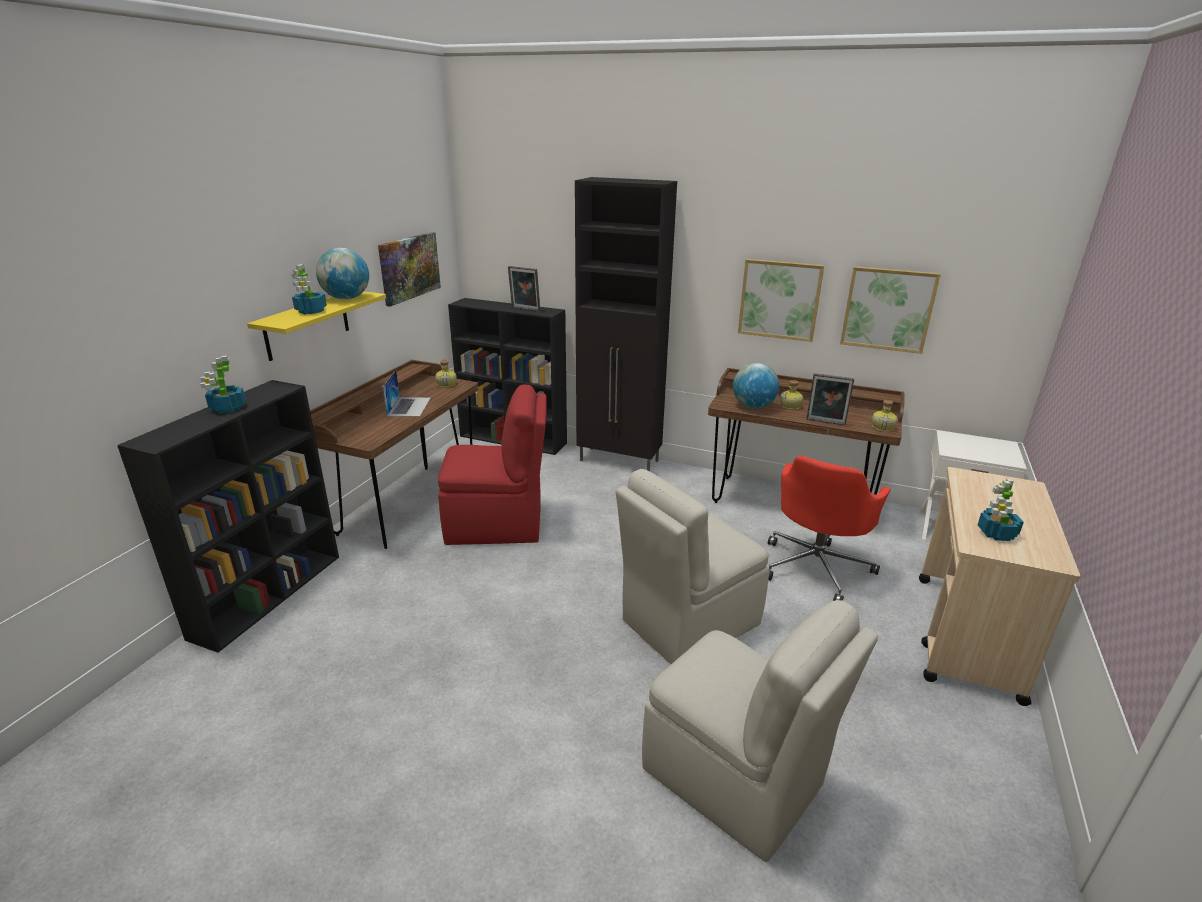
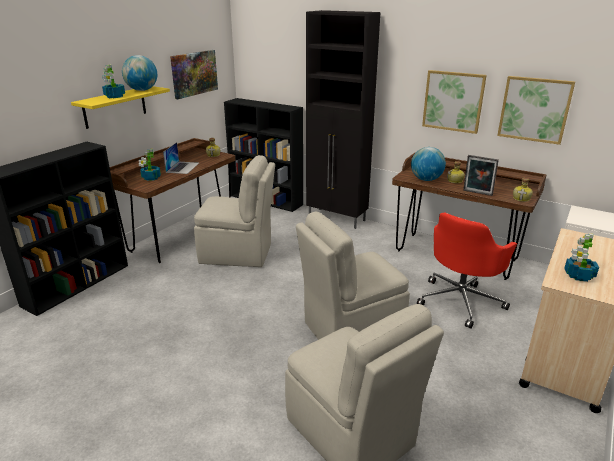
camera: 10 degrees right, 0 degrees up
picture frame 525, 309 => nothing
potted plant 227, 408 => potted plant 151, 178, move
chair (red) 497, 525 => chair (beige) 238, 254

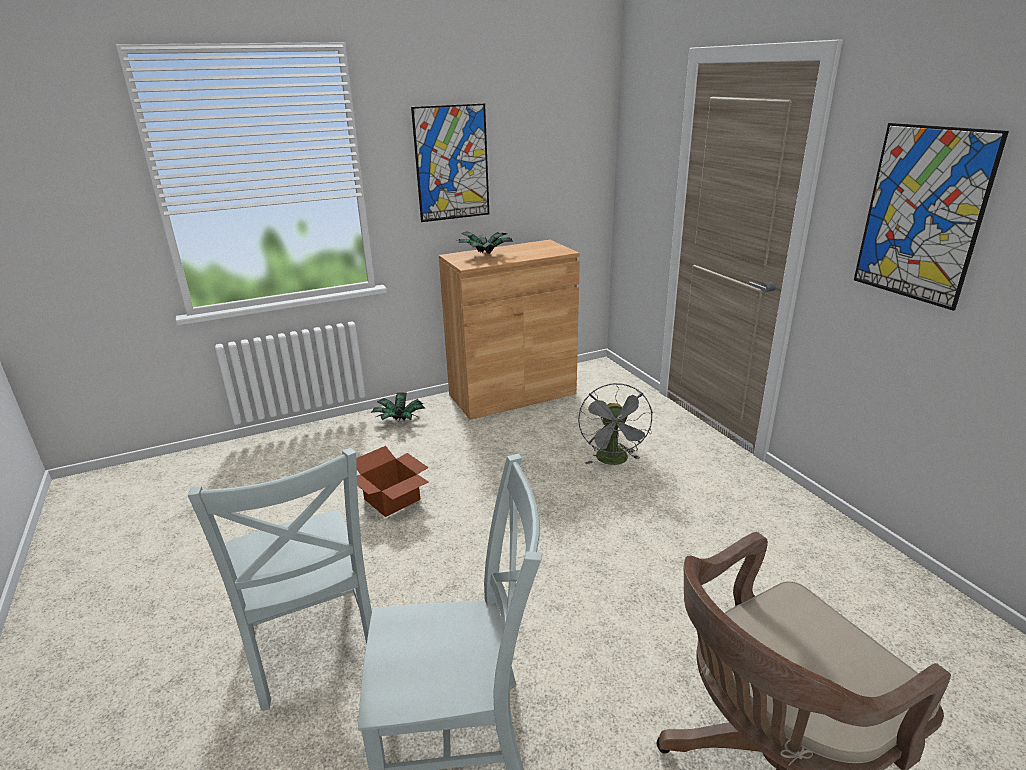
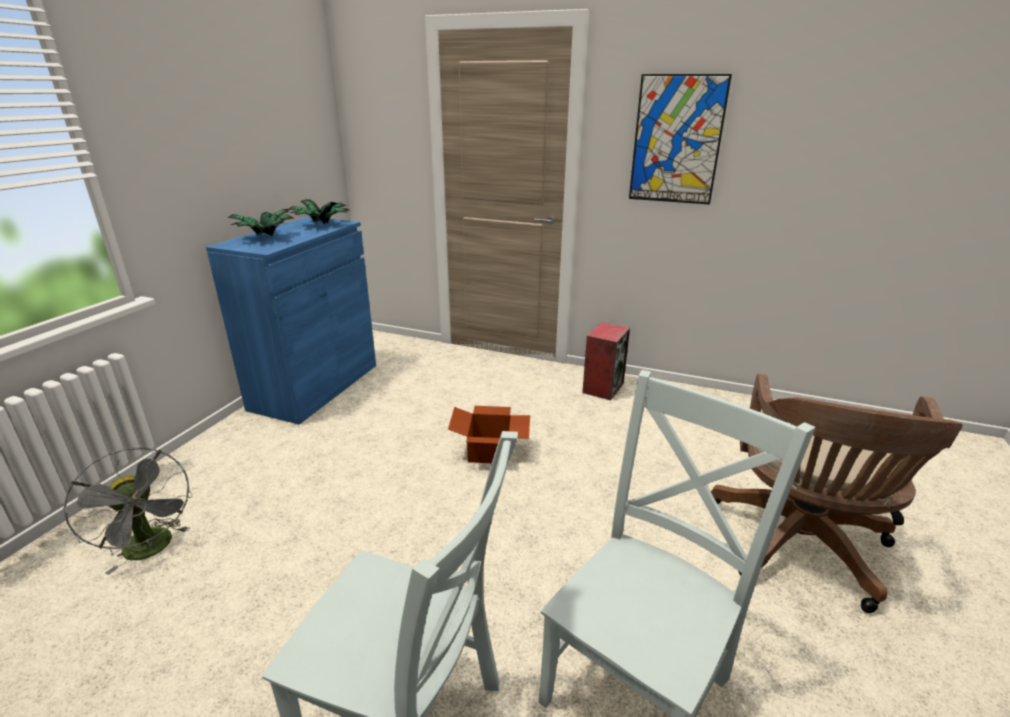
camera: 45 degrees left, 0 degrees up
picture 452, 163 => nothing
nothing => speaker 602, 387
cardboard box 392, 500 => cardboard box 491, 451, move
potted plant 399, 420 => potted plant 320, 224, move
fan (grey) 614, 461 => fan (grey) 153, 549, move
cabinet (brown) 512, 394 => cabinet (blue) 315, 386

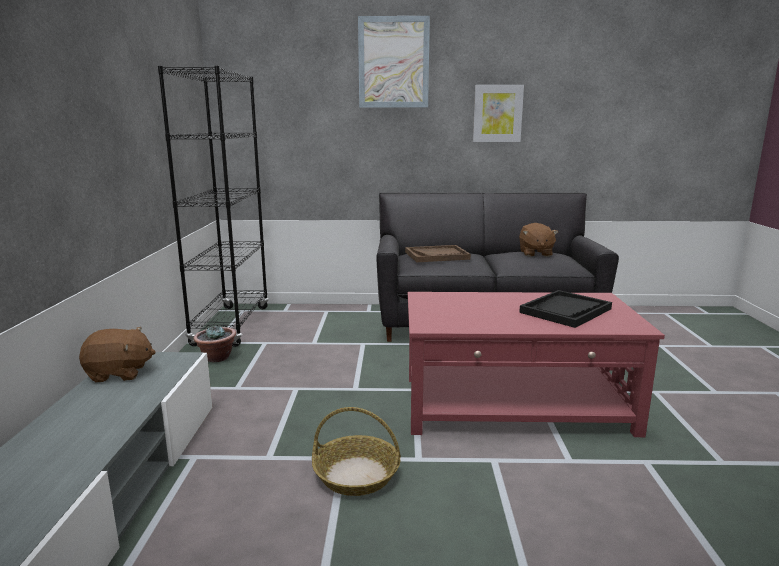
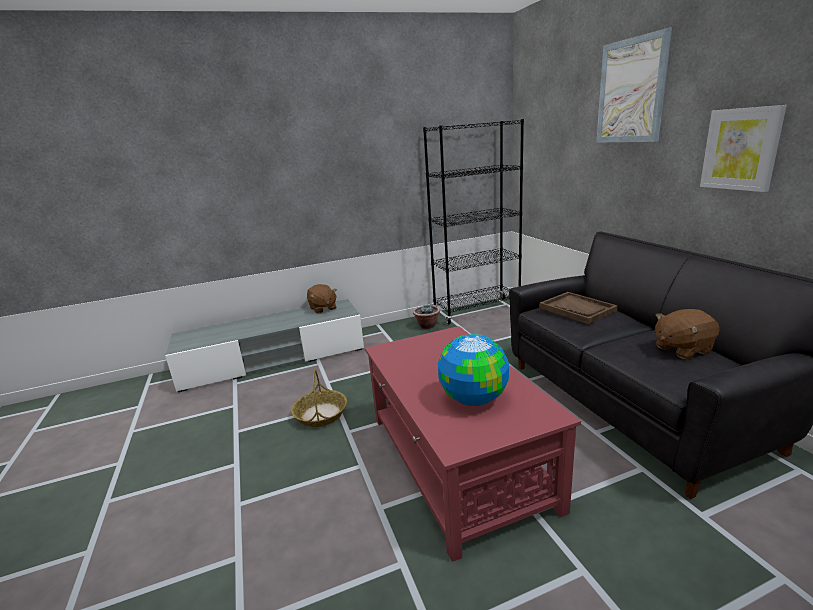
camera: 70 degrees right, 5 degrees up
tray (black) 565, 311 => globe 473, 399

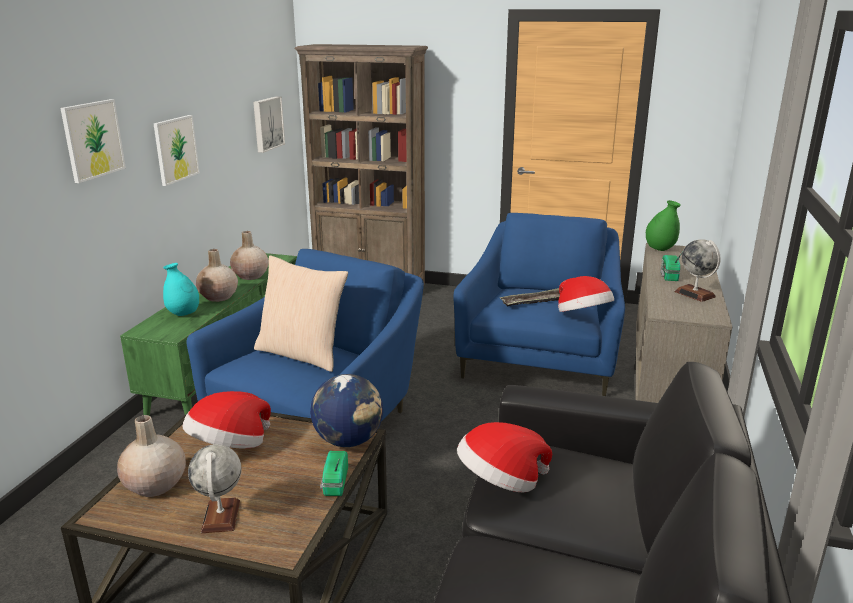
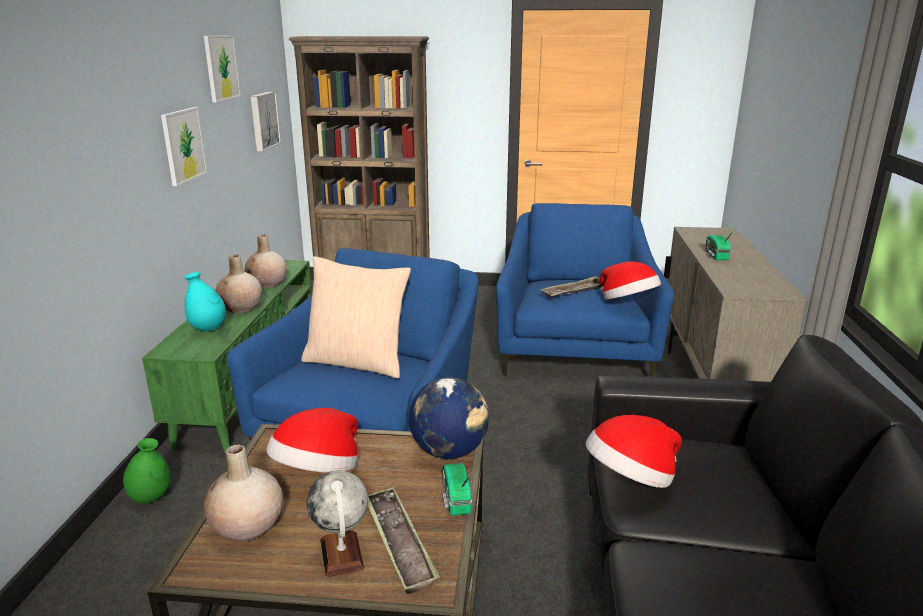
camera: 10 degrees left, 0 degrees up
globe 695, 294 => nothing
nothing => tray 399, 543
picture 93, 140 => picture 221, 67, move
vase (green) 660, 249 => vase (green) 151, 497, move

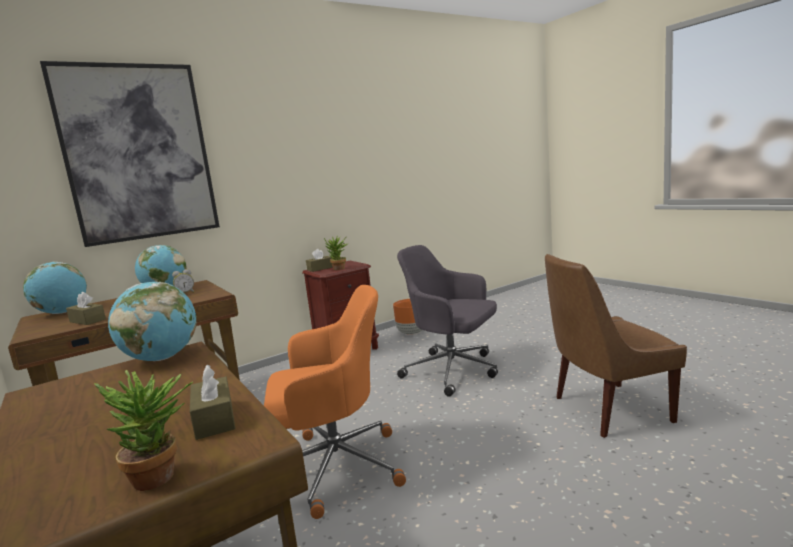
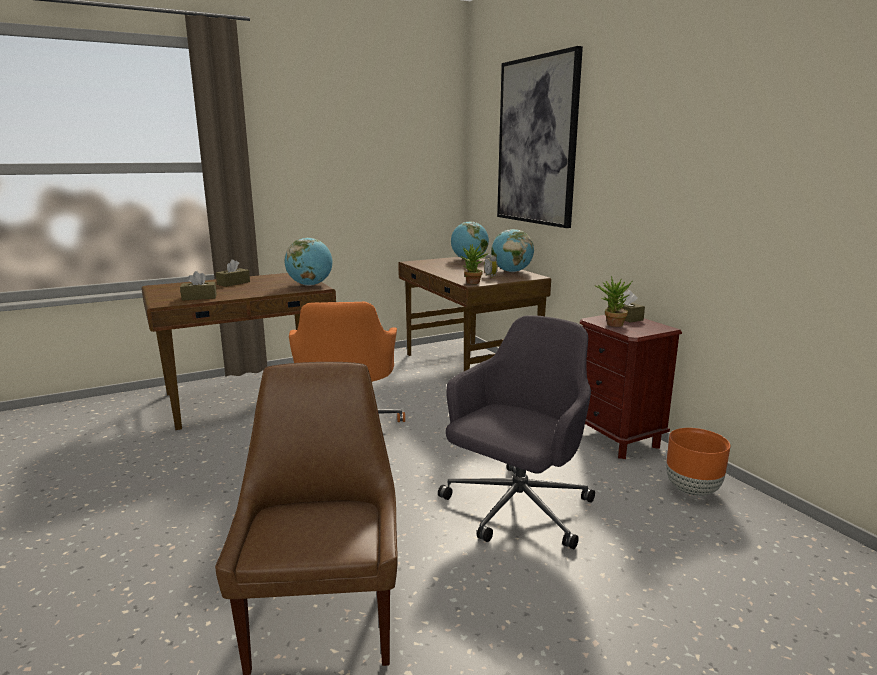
camera: 95 degrees right, 5 degrees up
tissue box (brown) 87, 320 => tissue box (brown) 233, 283, move
potted plant 162, 477 => potted plant 473, 283, move

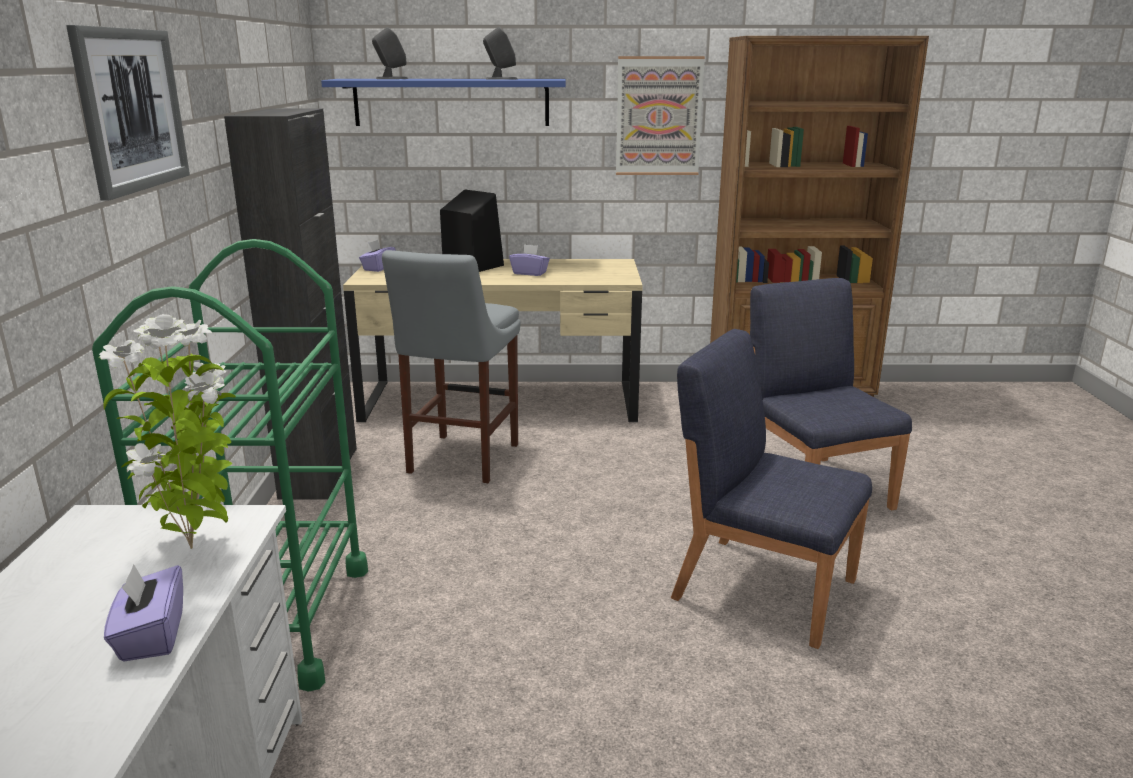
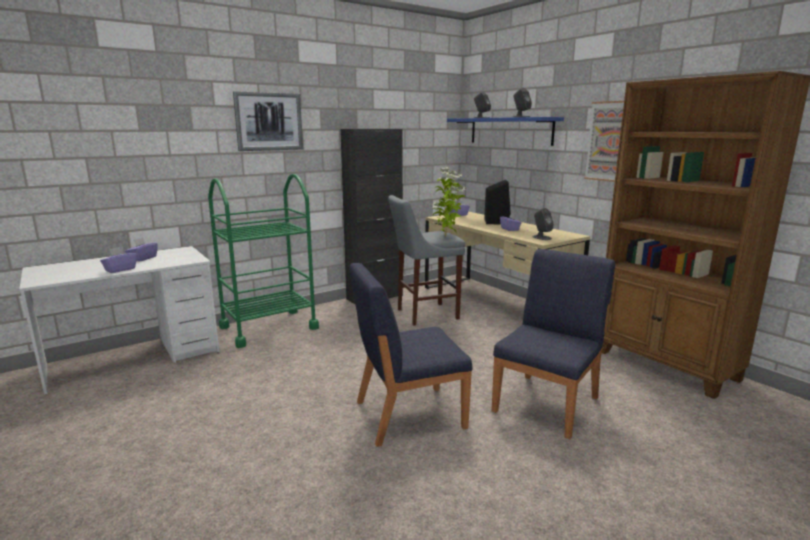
camera: 55 degrees right, 5 degrees down
nothing => tissue box (purple) 143, 258
nothing => speaker (grey) 541, 237
potted plant 195, 546 => potted plant 446, 237, move
chair (blue) 762, 587 => chair (blue) 408, 414, 105 degrees counterclockwise

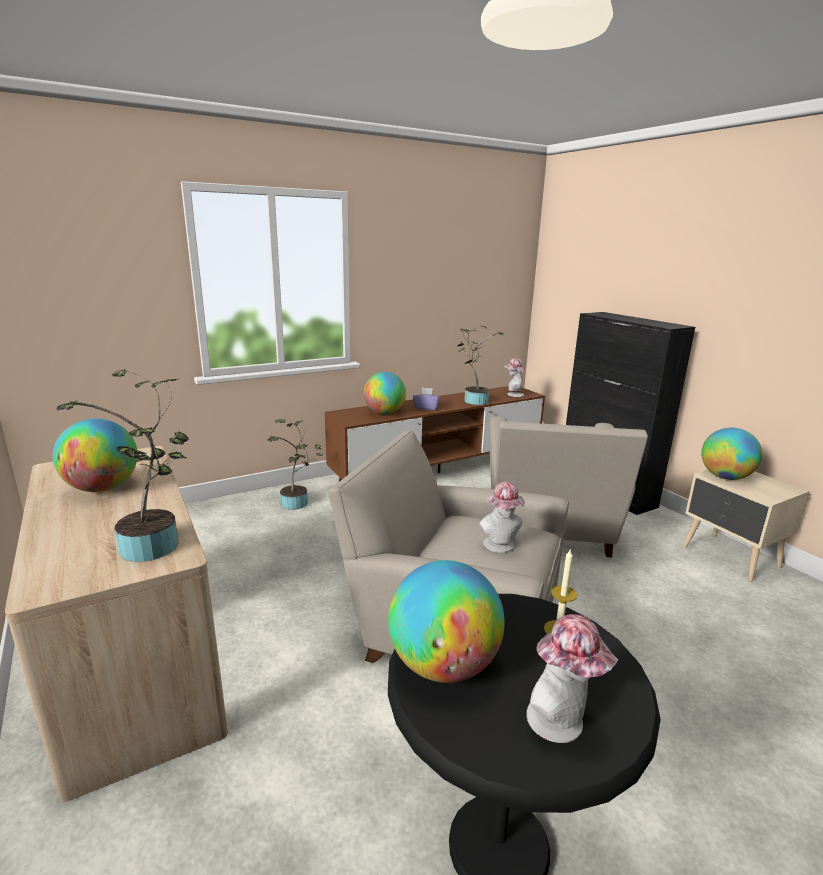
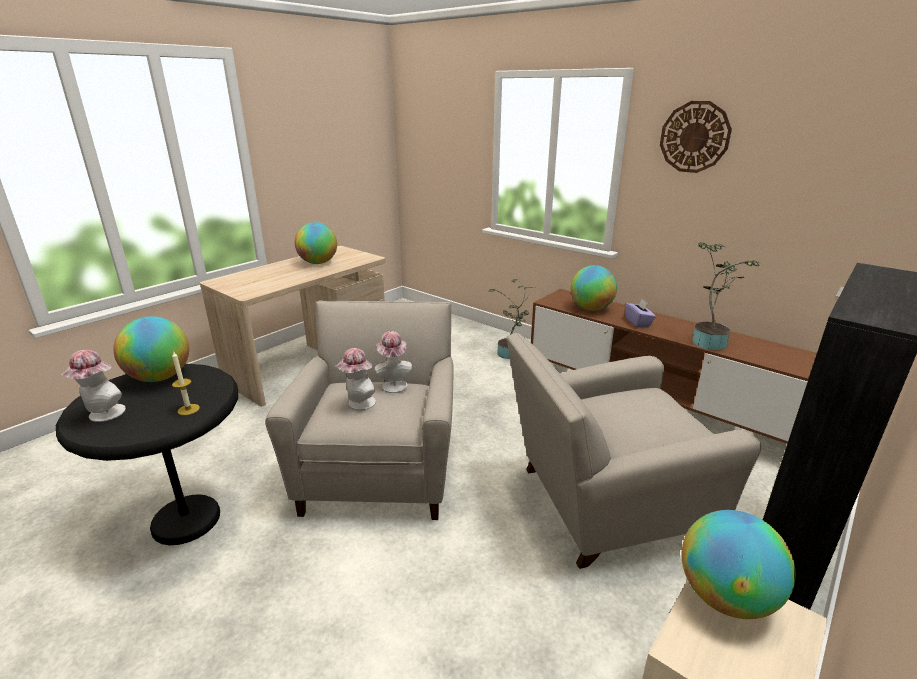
camera: 70 degrees right, 5 degrees up
potted plant 155, 548 => nothing
nothing => wall clock 694, 137
hat 513, 394 => hat 393, 384, move

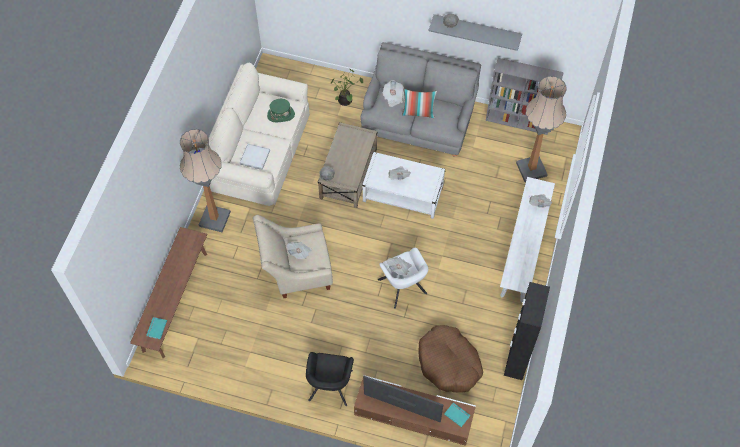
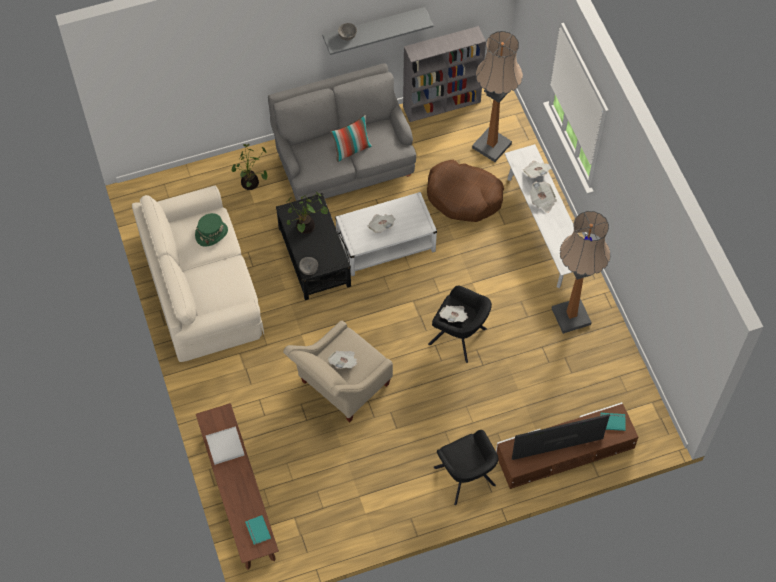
camera: 35 degrees left, 0 degrees up
cabinet (black) 517, 359 => nothing
nothing => potted plant 306, 228
floor lamp 214, 219 => floor lamp 571, 316, move
tray (white) 255, 157 => tray (white) 225, 446, move
newspaper 393, 97 => newspaper 542, 201, move
dog bed (brown) 449, 363 => dog bed (brown) 464, 196, move
coffee table (beige) 348, 173 => coffee table (black) 314, 257
armchair (white) 403, 288 => armchair (black) 459, 337

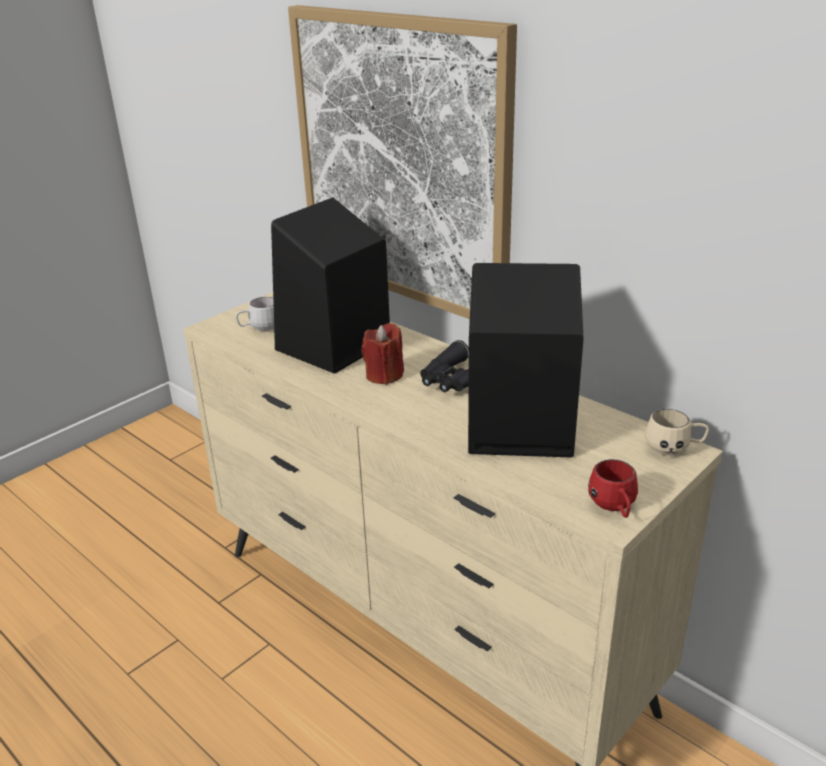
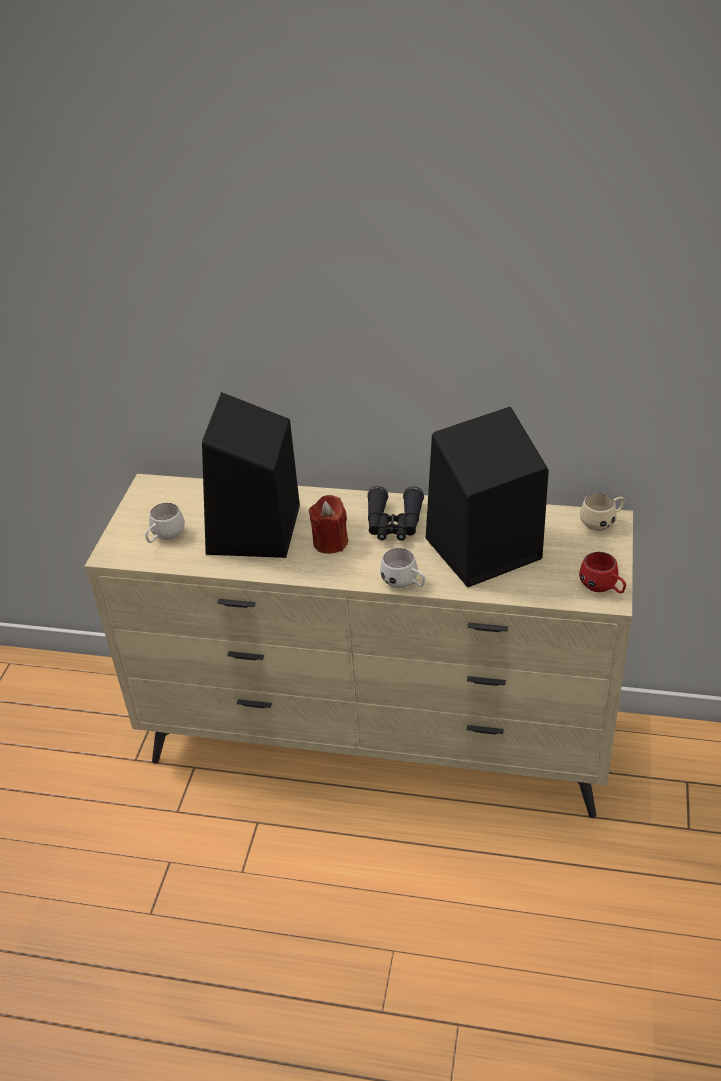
camera: 30 degrees left, 10 degrees up
picture 401, 162 => nothing
nothing => mug (white) 404, 584

